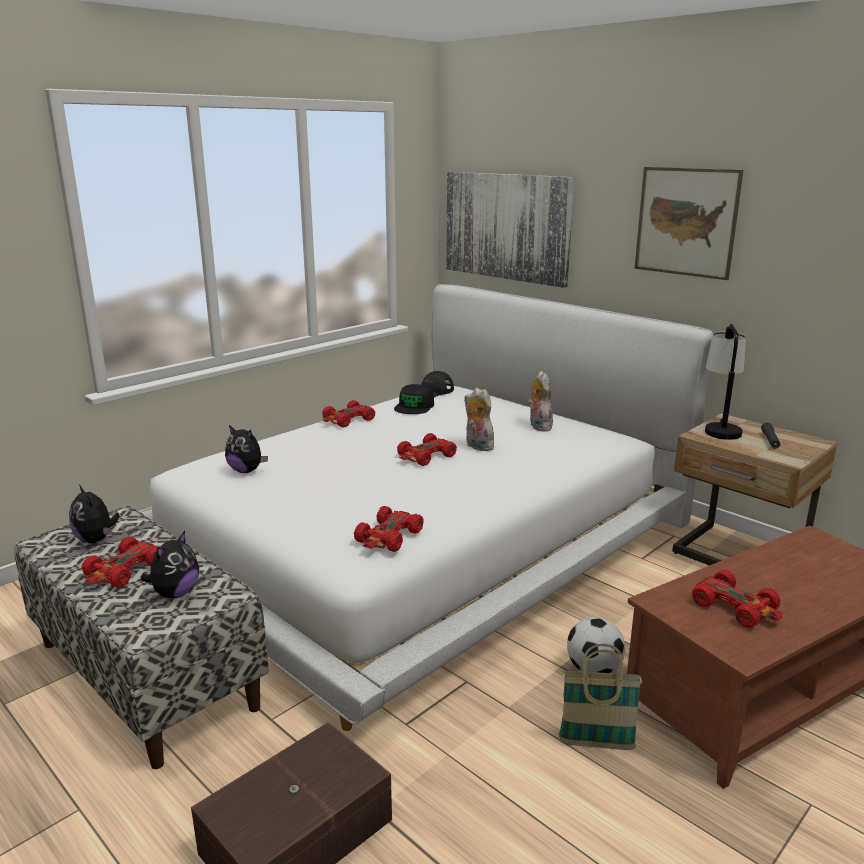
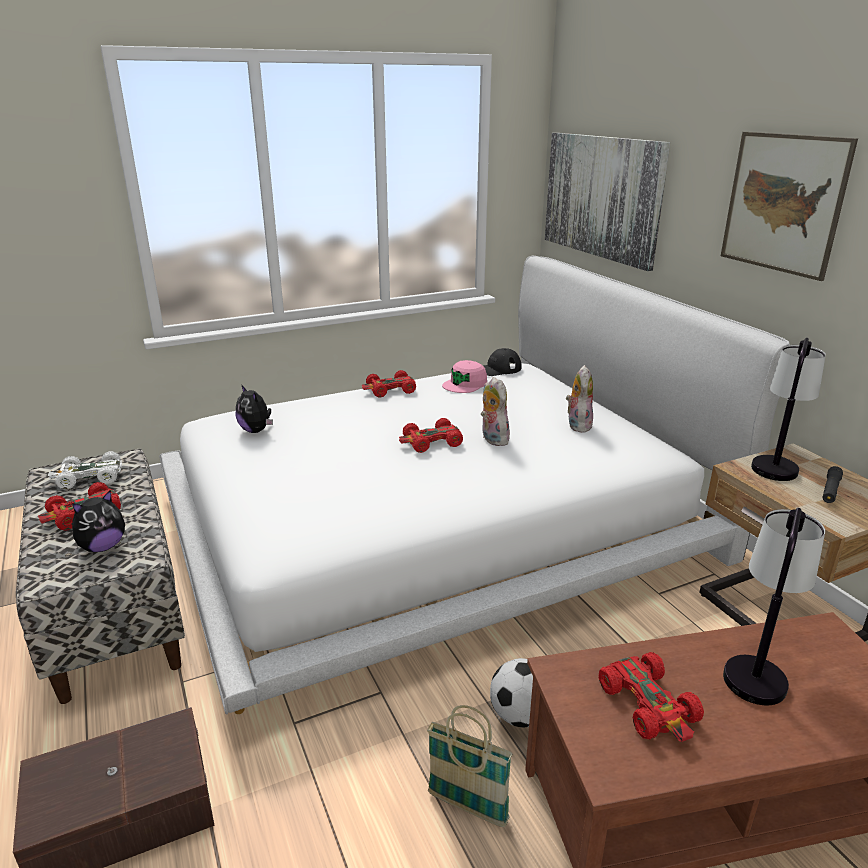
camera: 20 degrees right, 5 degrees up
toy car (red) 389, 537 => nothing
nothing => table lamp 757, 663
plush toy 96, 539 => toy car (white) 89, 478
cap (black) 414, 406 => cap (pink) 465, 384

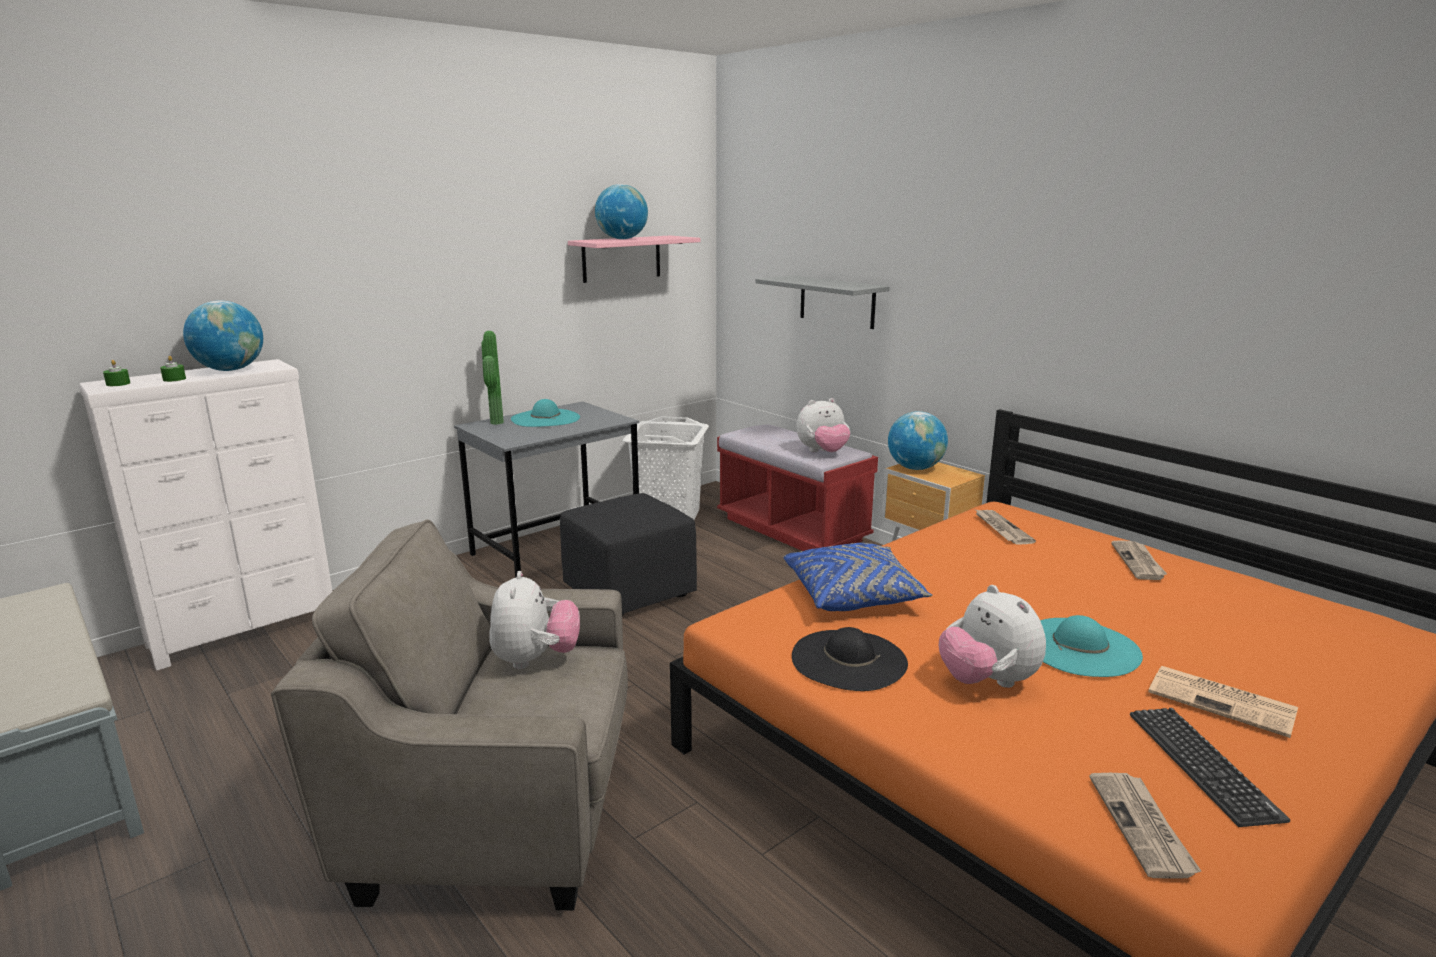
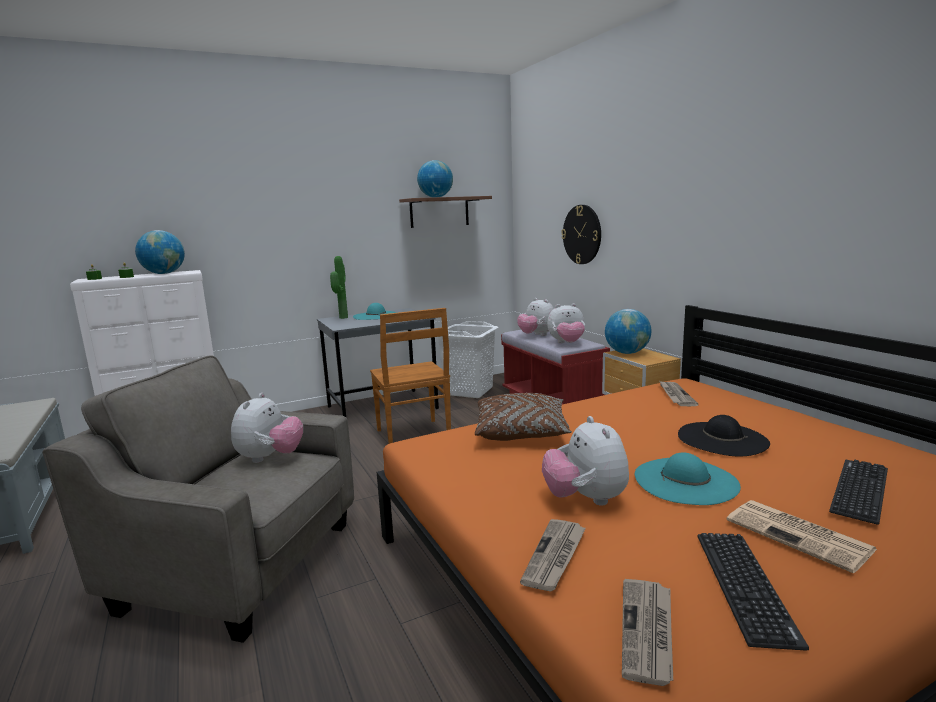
camera: 15 degrees right, 5 degrees down
nothing => plush toy 537, 335
nothing => keyboard 860, 490
hat (black) 848, 659 => hat (black) 722, 439, move
newspaper 1139, 562 => newspaper 555, 556, move
ottoman (black) 628, 593 => chair (brown) 413, 435
shelf (grey) 837, 301 => wall clock 582, 234
shelf (pink) 621, 258 => shelf (brown) 439, 212
pillow (blue) 853, 595 => pillow (brown) 521, 432

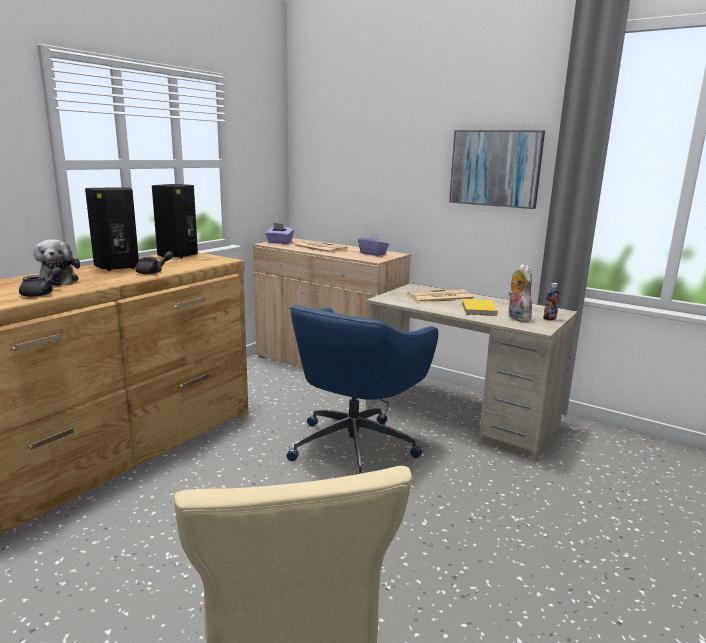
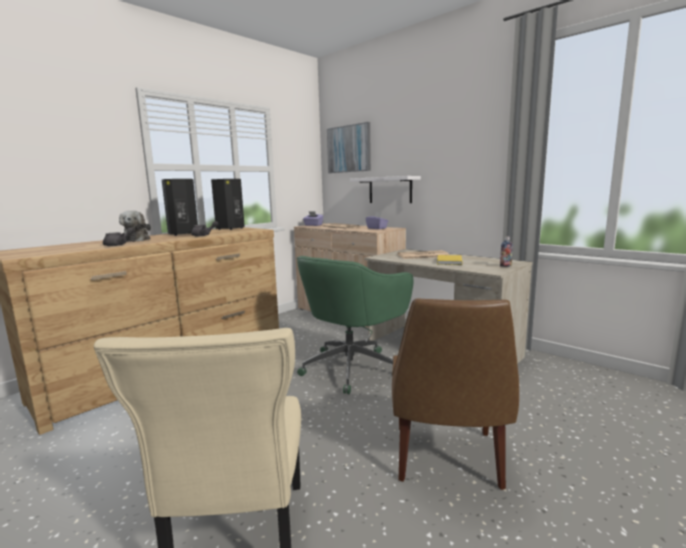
camera: 10 degrees right, 5 degrees down
plush toy 516, 318 => nothing
nothing => shelf (white) 390, 190
nothing => chair (brown) 446, 459
picture 495, 168 => picture 349, 149, move
office chair (blue) 355, 445 => office chair (green) 352, 367

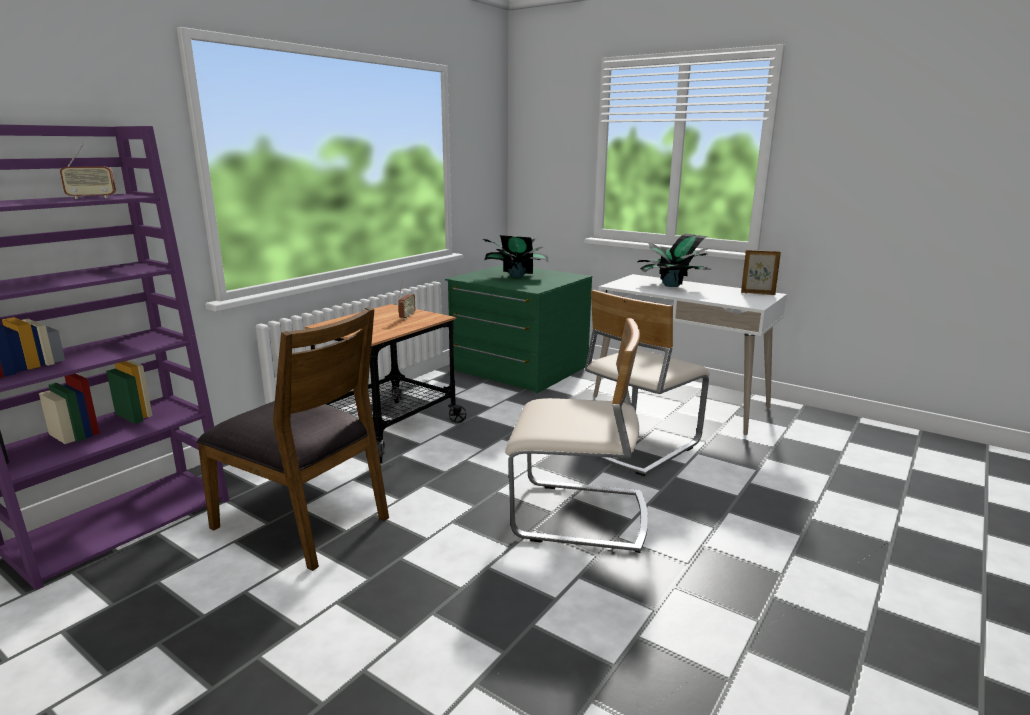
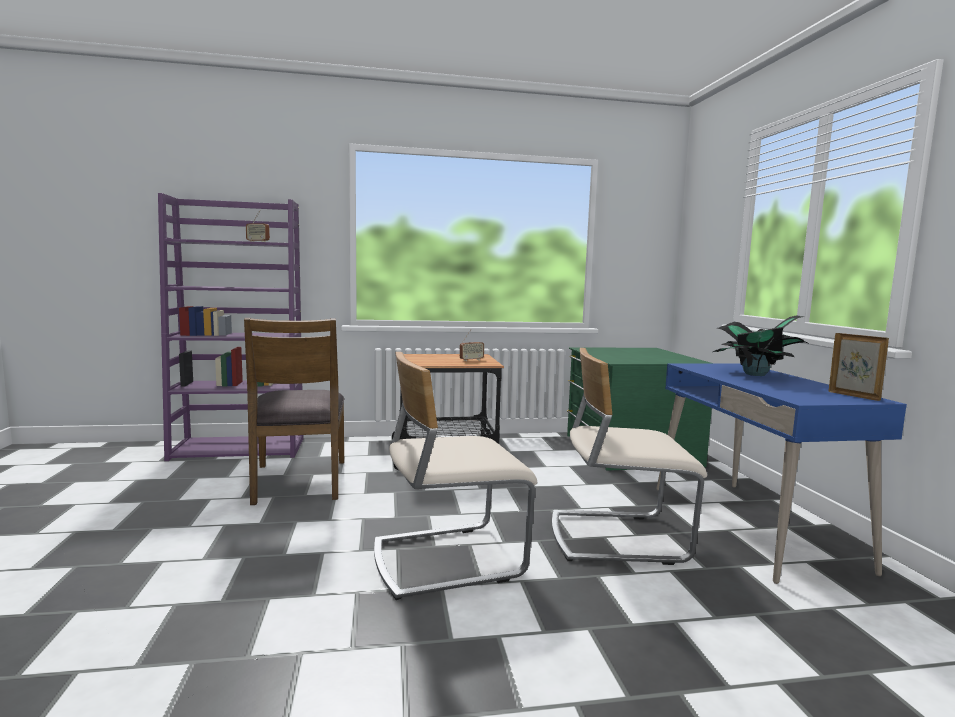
camera: 45 degrees right, 10 degrees down
potted plant 516, 276 => nothing
desk (white) 680, 402 => desk (blue) 751, 526
chair (beige) 579, 516 => chair (beige) 446, 558, 105 degrees clockwise

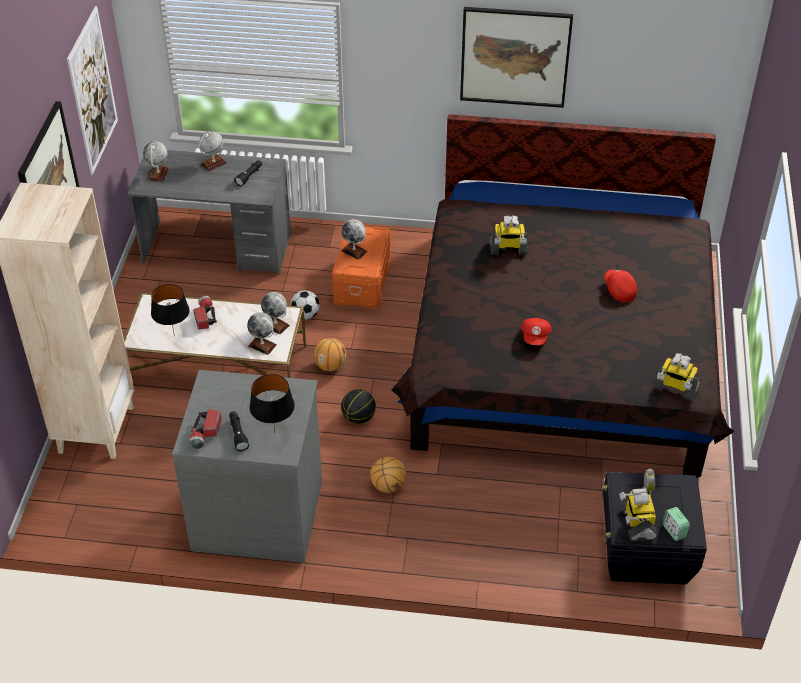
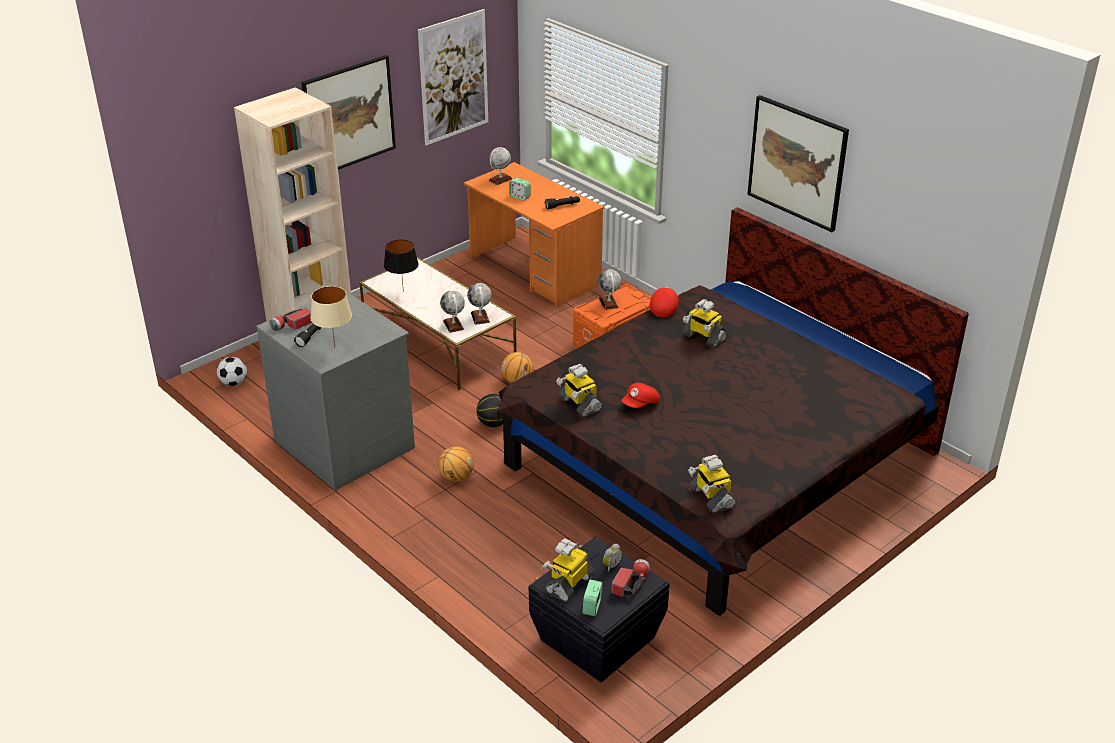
camera: 40 degrees right, 10 degrees down
globe 213, 163 => nothing
nothing => alarm clock 520, 197
nothing => toy robot 579, 404
flashlight 205, 317 => flashlight 630, 583, move
football 305, 315 => football 234, 383, move
cap (red) 618, 290 => cap (red) 664, 308, move
desk (grey) 217, 248 => desk (orange) 534, 271
table lamp (black) 274, 433 => table lamp (beige) 334, 347

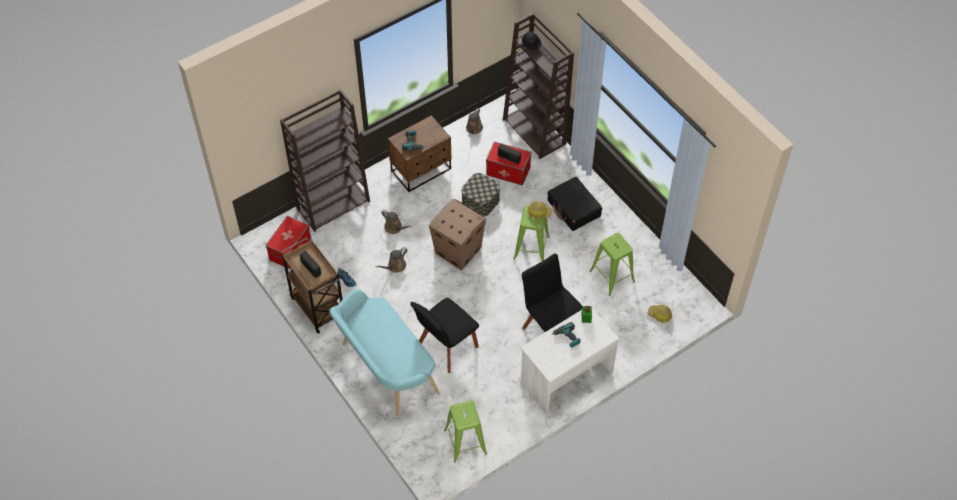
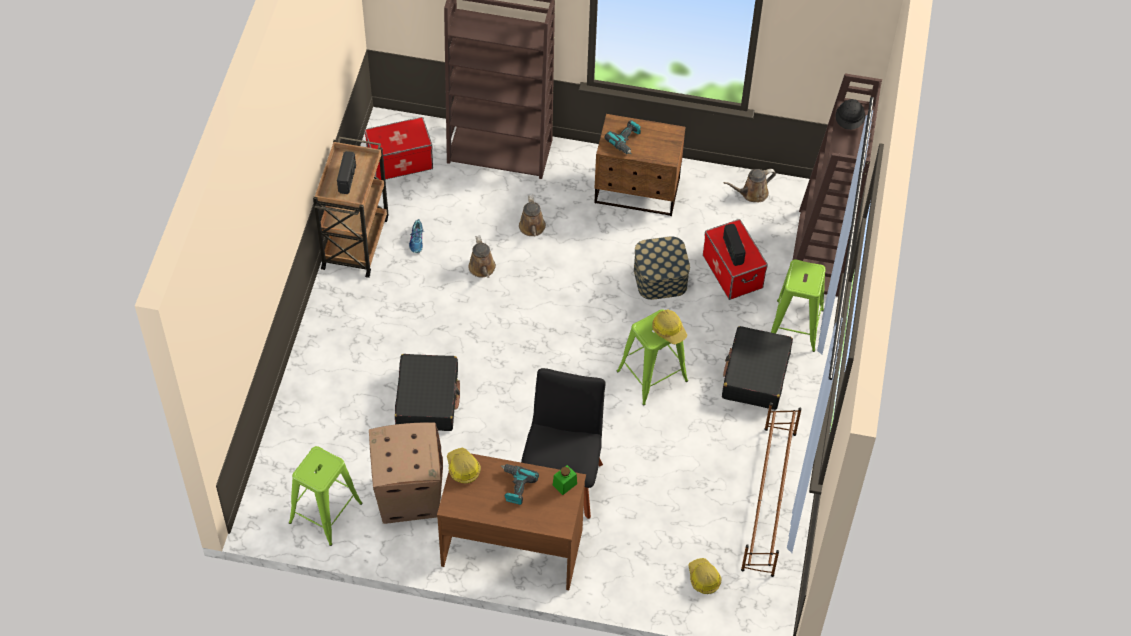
camera: 45 degrees right, 0 degrees up
bench (turquoise) 385, 370 => nothing
nothing => hard hat 462, 468
nothing => shoe rack (brown) 768, 501
cardboard box 457, 250 => cardboard box 409, 495, move
stool (green) 611, 276 => stool (green) 796, 325, move
chair (black) 446, 348 => suitcase (black) 427, 399
desk (white) 565, 377 => desk (brown) 512, 546
watering can (brown) 395, 266 => watering can (brown) 482, 269, 105 degrees counterclockwise

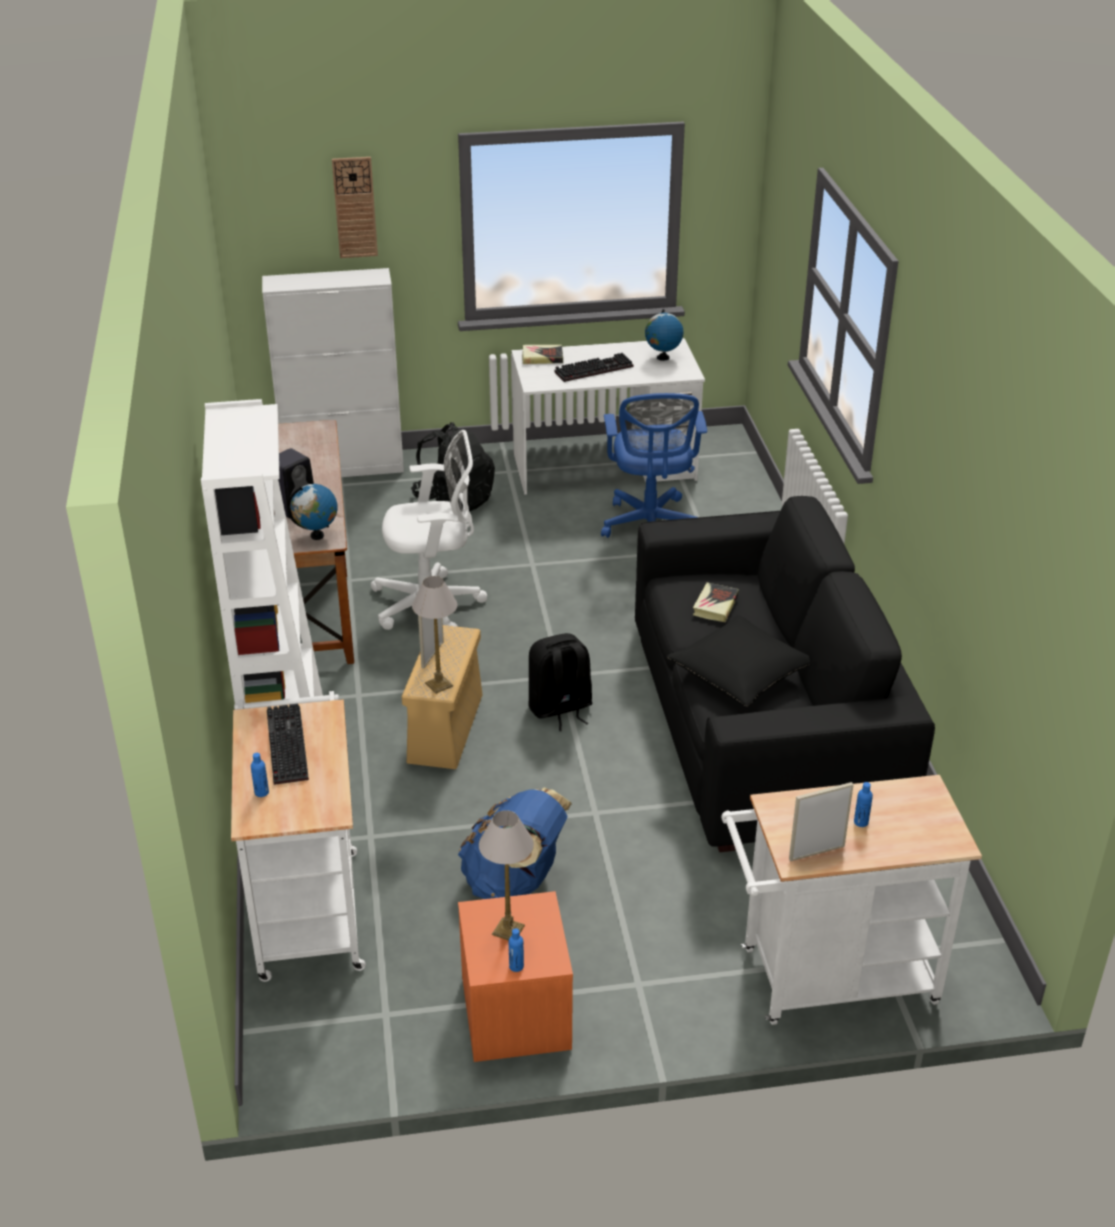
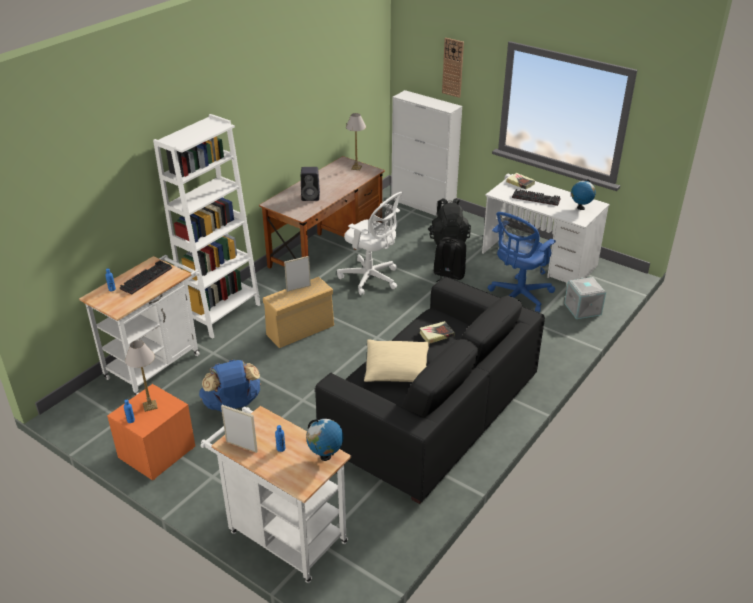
camera: 45 degrees right, 0 degrees up
nothing => storage box (grey) 583, 309
globe 317, 536 => globe 325, 456, move
table lamp 438, 684 => table lamp 356, 167, move
backpack (black) 560, 709 => backpack (black) 448, 275, move
pillow (black) 740, 674 => pillow (beige) 397, 369

